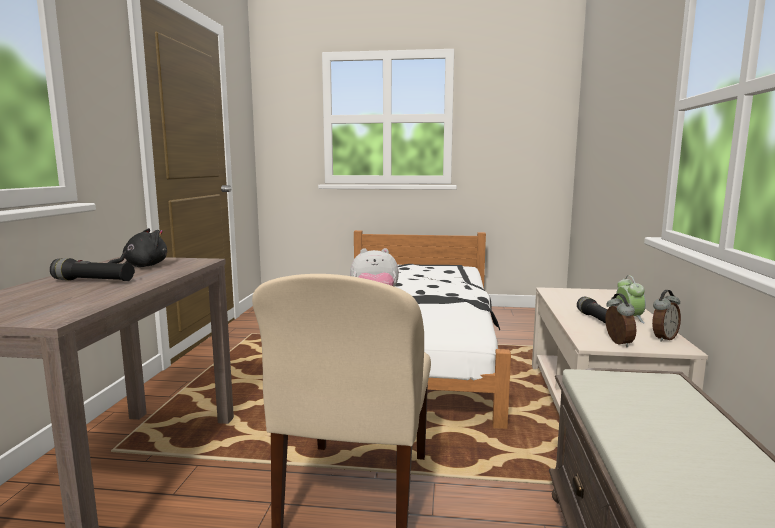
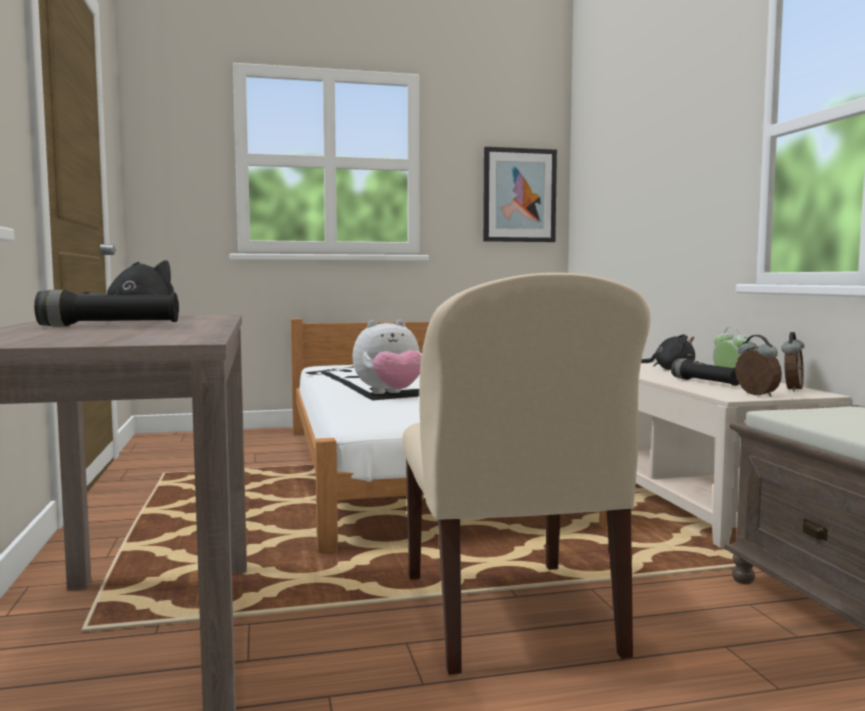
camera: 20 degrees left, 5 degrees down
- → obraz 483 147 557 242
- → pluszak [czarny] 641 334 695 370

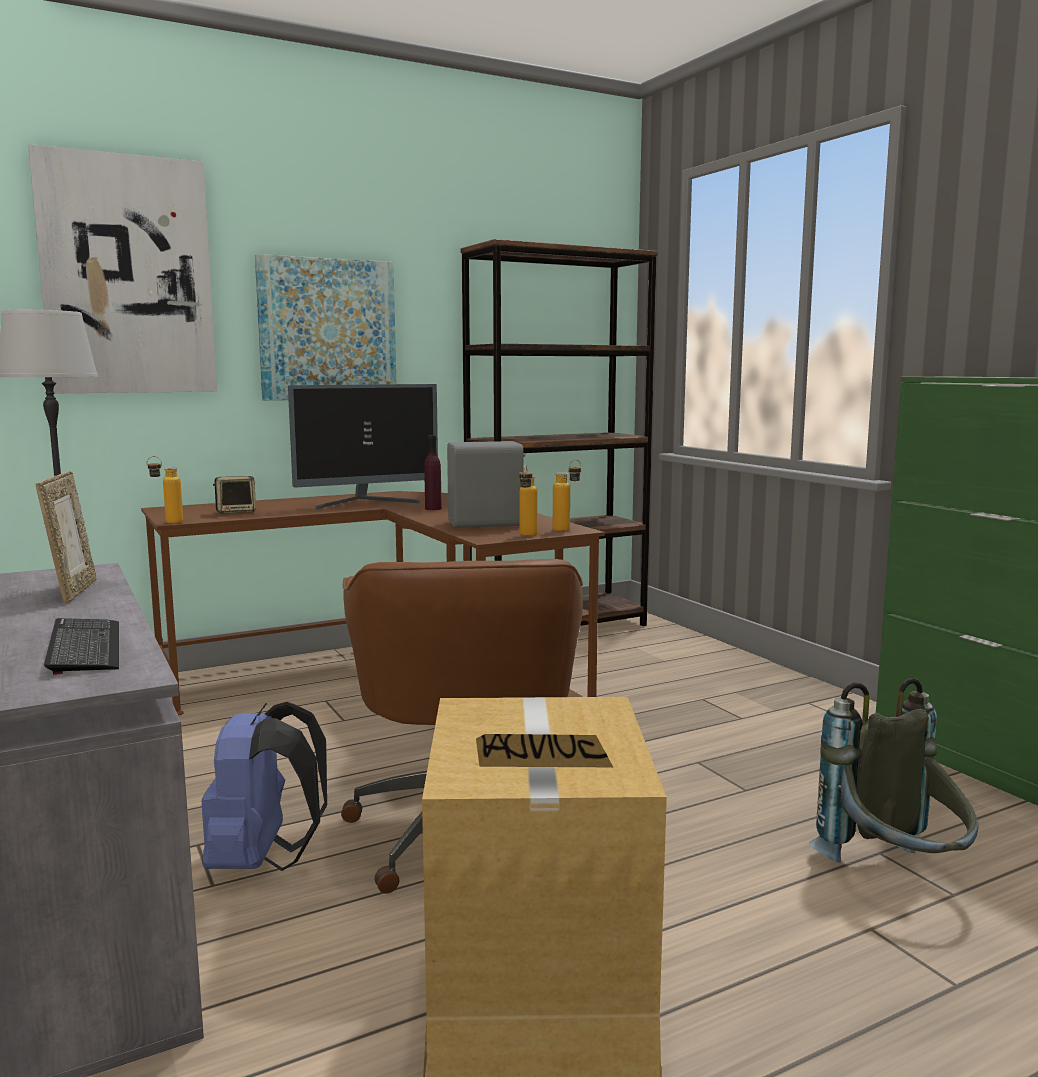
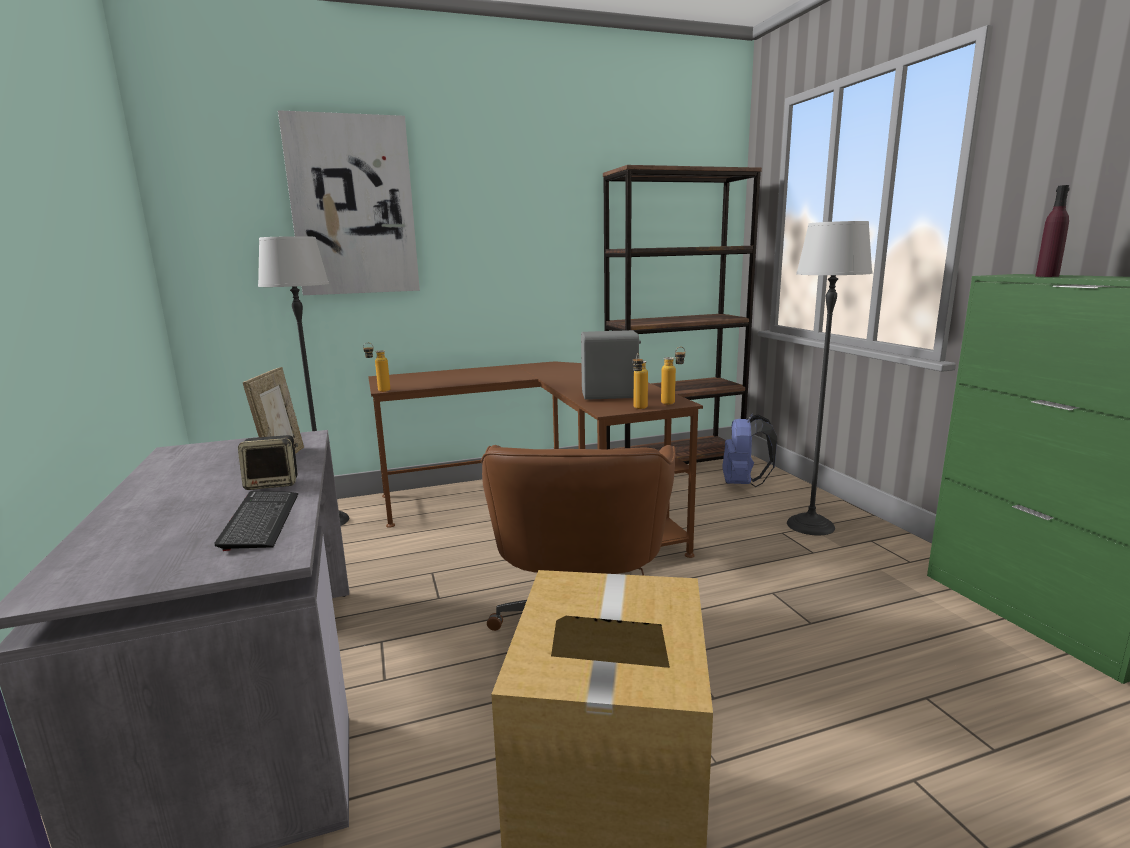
camera: 10 degrees right, 5 degrees up
głośnik 213 476 256 514 → głośnik 238 435 298 490, move
plecak [niebieski] 202 702 327 871 → plecak [niebieski] 722 414 777 487, move
- → lampa stojąca 787 221 872 535
butelka [fioletowy] 424 435 442 510 → butelka [fioletowy] 1035 185 1070 277, move
obraz 255 254 396 401 → -
monitor 288 384 438 509 → -
plecak [szary] 809 678 979 863 → -

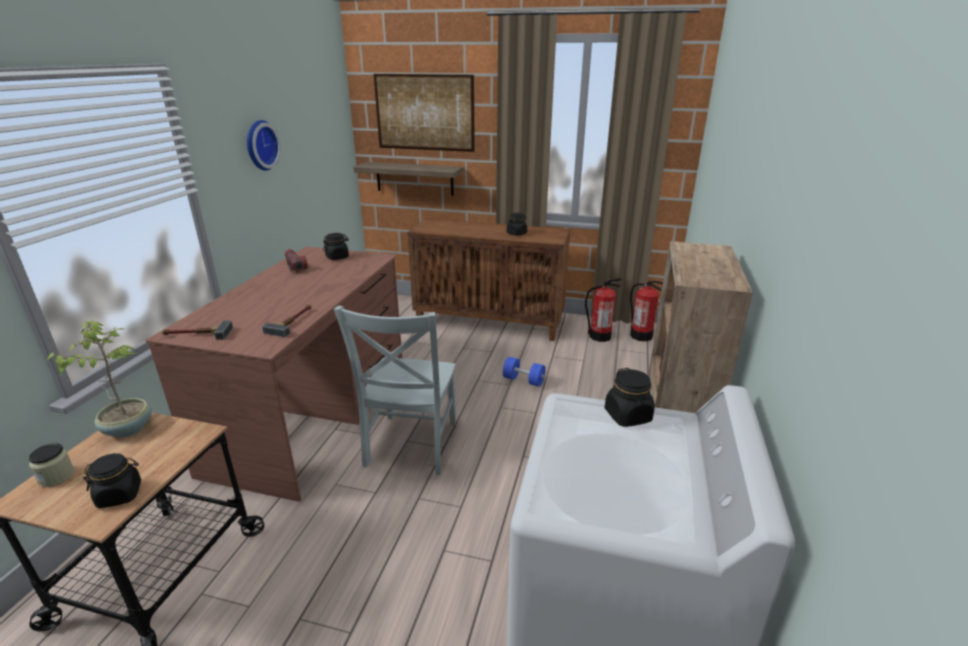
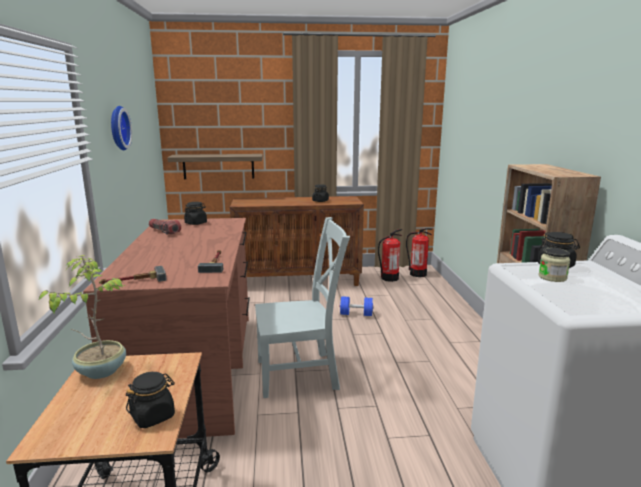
camera: 20 degrees left, 10 degrees down
krzesło [szary] 334 306 456 475 → krzesło [szary] 255 217 350 398, 90 degrees counterclockwise
słoik 28 443 75 487 → słoik 539 248 570 282, move
obraz 374 74 475 152 → -

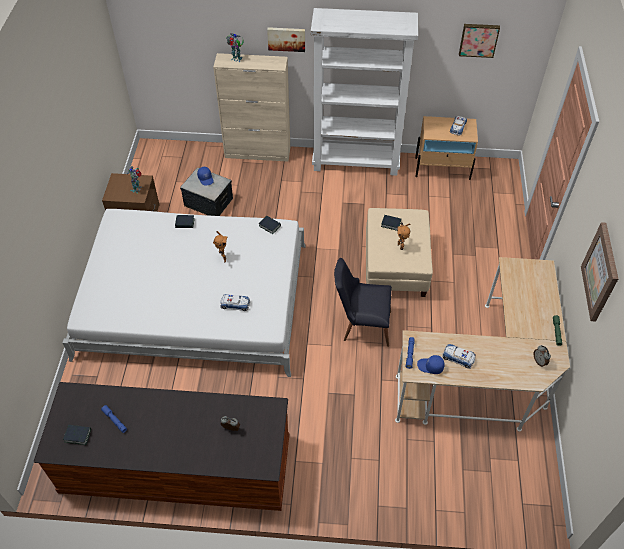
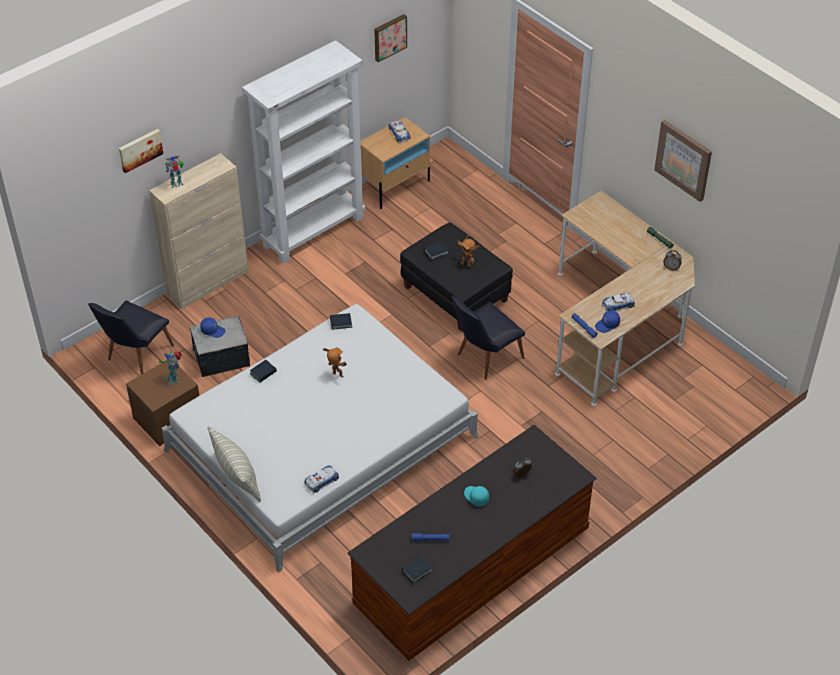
camera: 45 degrees left, 5 degrees down
- → krzesło [czarny] 88 300 174 375
obraz 267 27 305 52 → obraz 119 129 163 173, move
- → poduszka 208 426 261 502
samochodzik 220 294 250 311 → samochodzik 304 465 339 493, move
pufa [beżowy] 366 208 433 297 → pufa [czarny] 400 223 513 331
- → czapka z daszkiem [turkusowy] 464 486 489 507

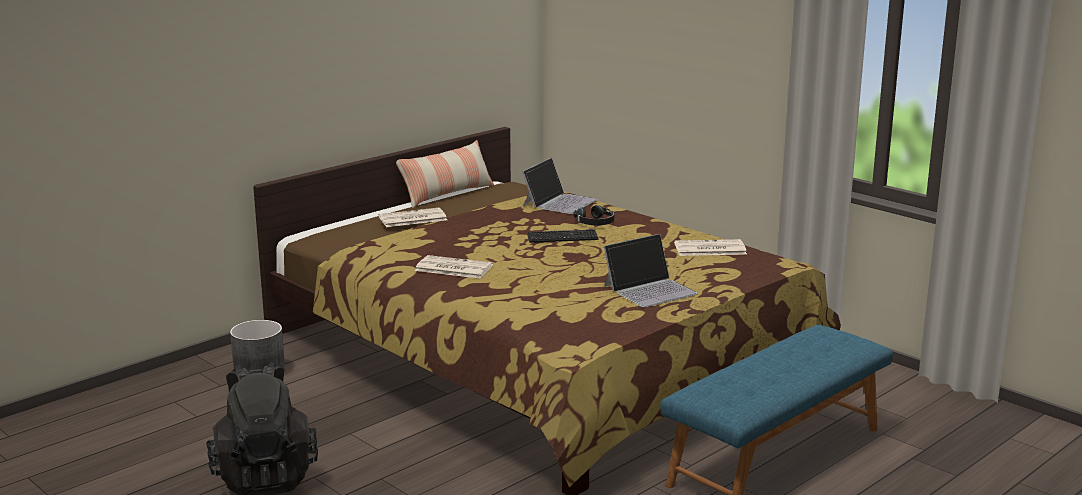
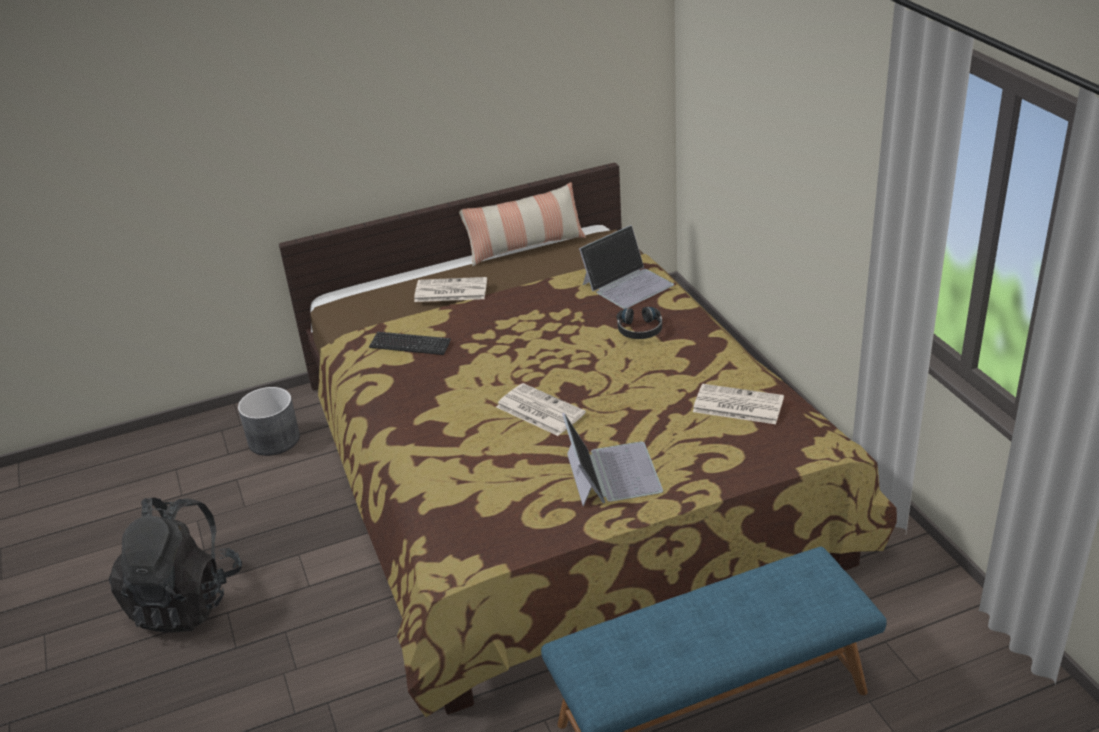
camera: 25 degrees right, 15 degrees up
klawiatura 527 229 599 243 → klawiatura 369 332 451 355, move
gazeta 415 255 493 278 → gazeta 496 383 586 436, move
laptop 604 234 698 308 → laptop 562 413 663 506, 90 degrees counterclockwise

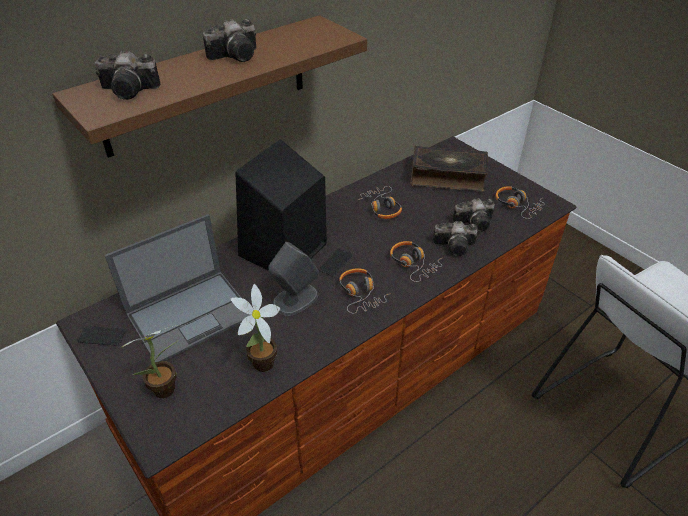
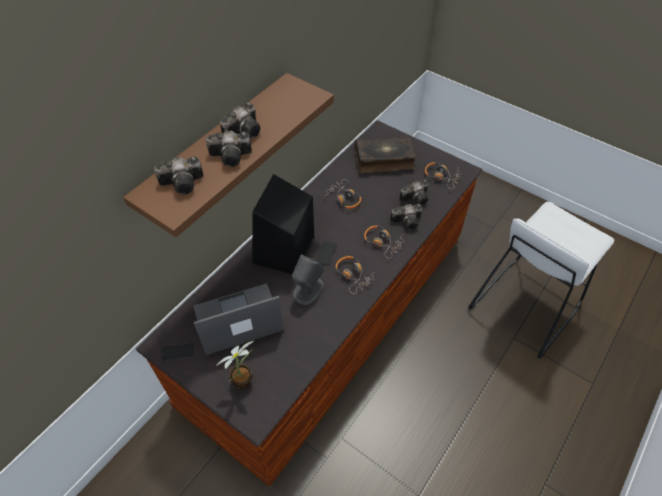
camera: 15 degrees left, 10 degrees up
laptop 105 214 250 362 → laptop 193 283 284 355, 150 degrees counterclockwise
- → aparat fotograficzny 206 131 252 167
roślina doniczkowa 231 284 280 372 → -

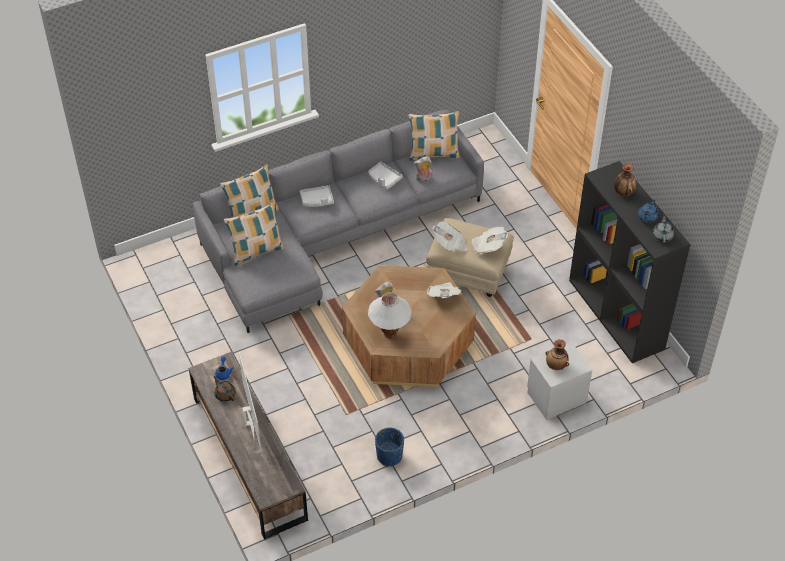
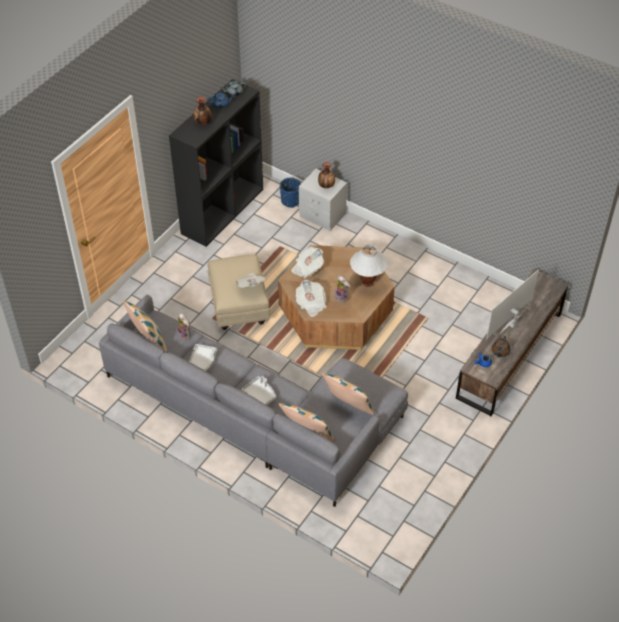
camera: 120 degrees left, 0 degrees up
donica [niebieski] 375 427 404 466 → donica [niebieski] 280 178 301 208, move
gazeta 472 227 508 254 → gazeta 296 280 327 317, move

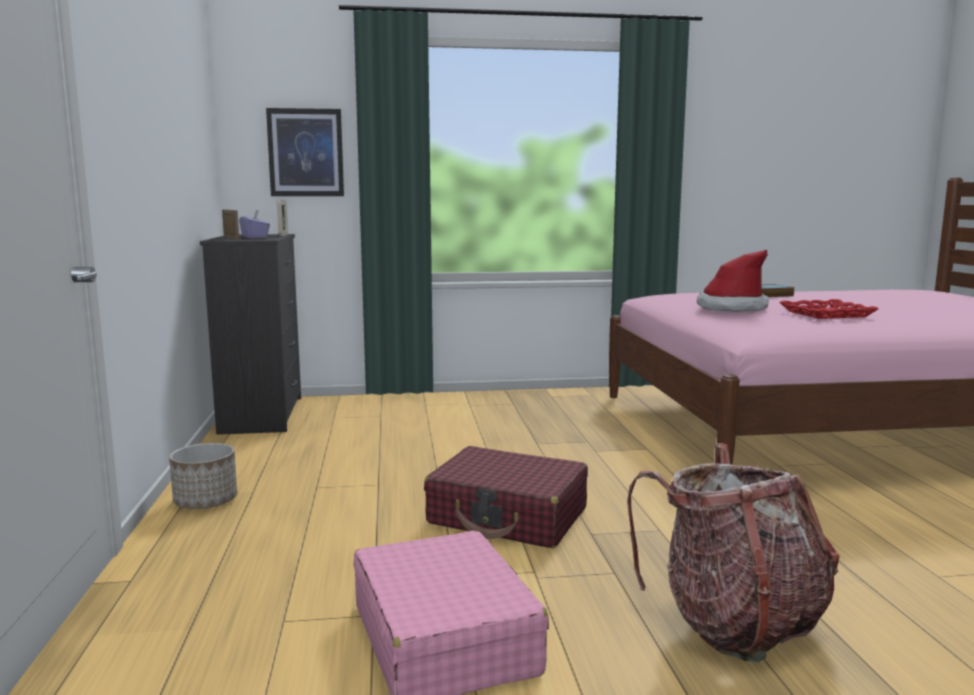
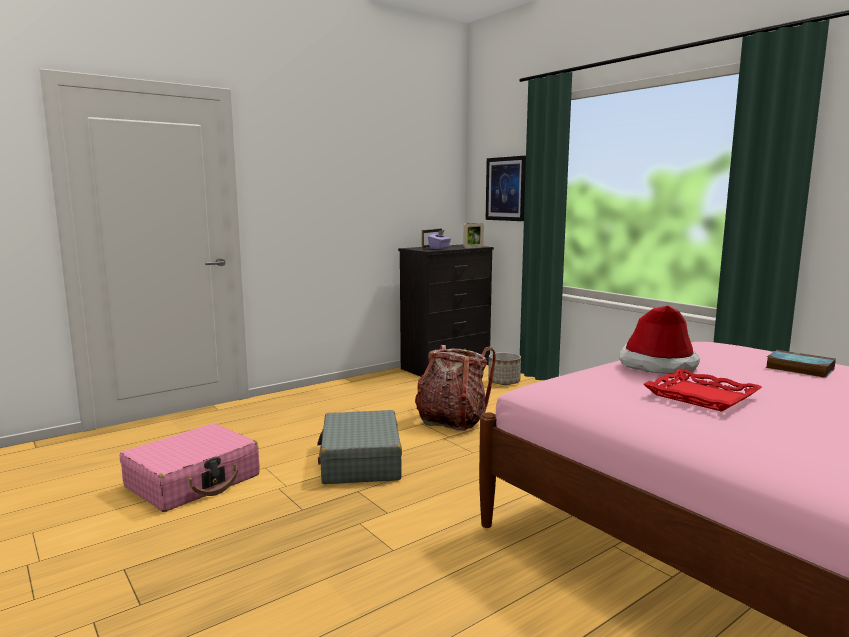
camera: 60 degrees right, 0 degrees up
walizka [czerwony] 424 446 588 548 → walizka [szary] 317 410 402 484
plecak 627 443 840 662 → plecak 415 345 496 431, move
donica 169 443 237 509 → donica 488 352 521 385, move

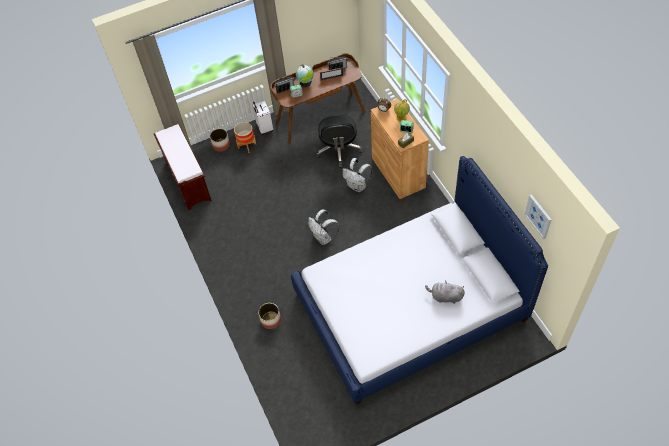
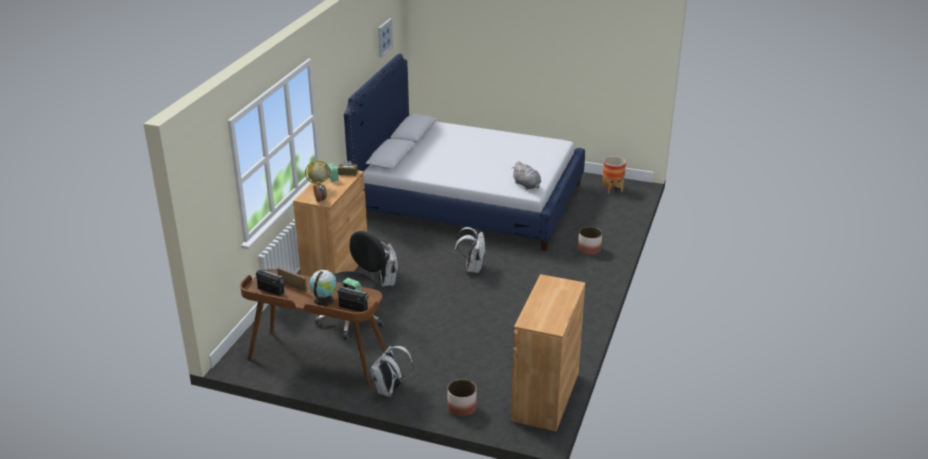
camera: 140 degrees left, 25 degrees down
walizka [biały] 253 101 273 135 → plecak [biały] 370 346 414 397
ławka [brązowy] 154 124 212 210 → szafka [brązowy] 511 274 585 432
pluszak [szary] 425 281 465 304 → pluszak [szary] 513 161 541 189, move
donica 234 122 256 153 → donica 602 156 626 194, move

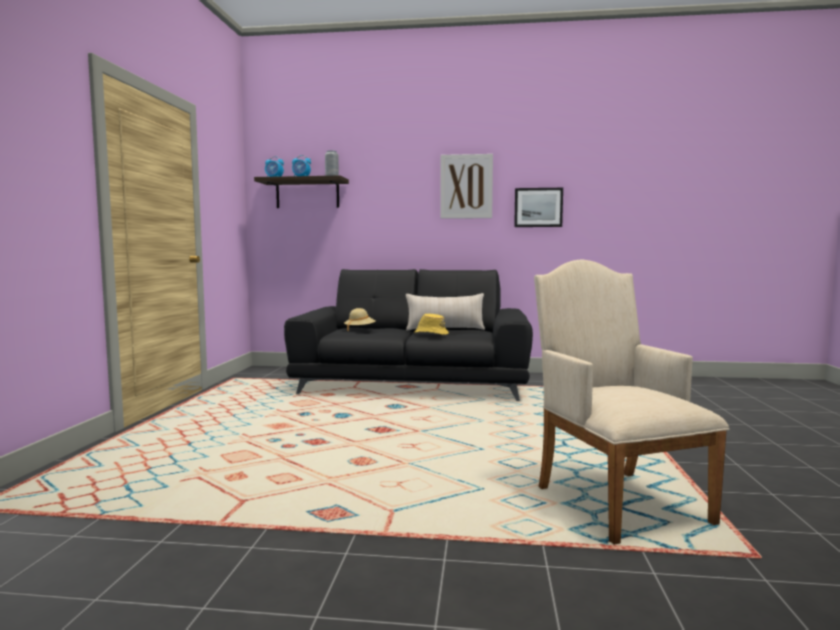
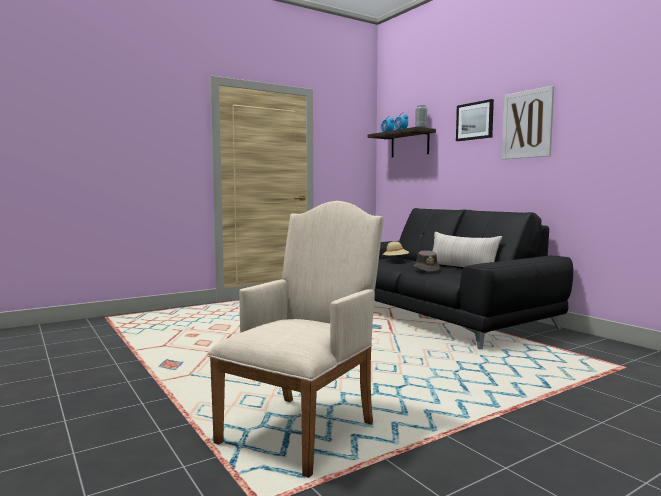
camera: 50 degrees right, 0 degrees up
kapelusz [żółty] 414 314 449 335 → kapelusz [brązowy] 414 250 440 272
obraz 514 188 563 227 → obraz 456 99 494 141, move

